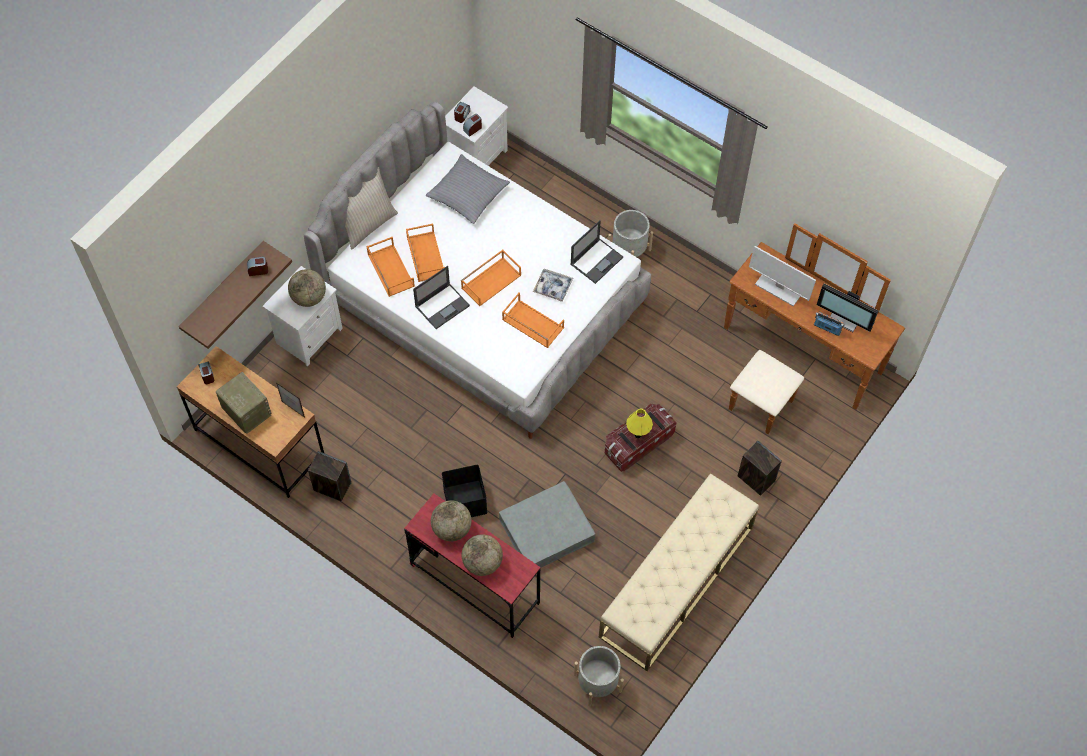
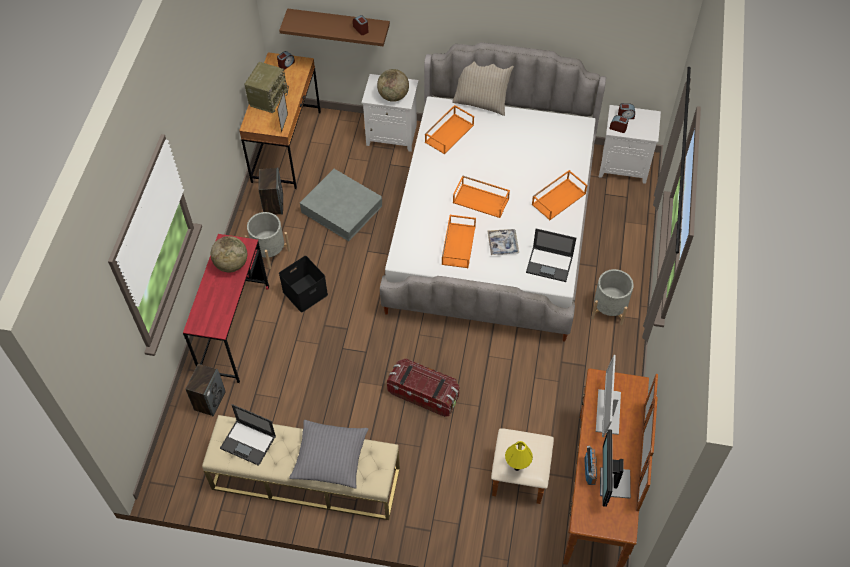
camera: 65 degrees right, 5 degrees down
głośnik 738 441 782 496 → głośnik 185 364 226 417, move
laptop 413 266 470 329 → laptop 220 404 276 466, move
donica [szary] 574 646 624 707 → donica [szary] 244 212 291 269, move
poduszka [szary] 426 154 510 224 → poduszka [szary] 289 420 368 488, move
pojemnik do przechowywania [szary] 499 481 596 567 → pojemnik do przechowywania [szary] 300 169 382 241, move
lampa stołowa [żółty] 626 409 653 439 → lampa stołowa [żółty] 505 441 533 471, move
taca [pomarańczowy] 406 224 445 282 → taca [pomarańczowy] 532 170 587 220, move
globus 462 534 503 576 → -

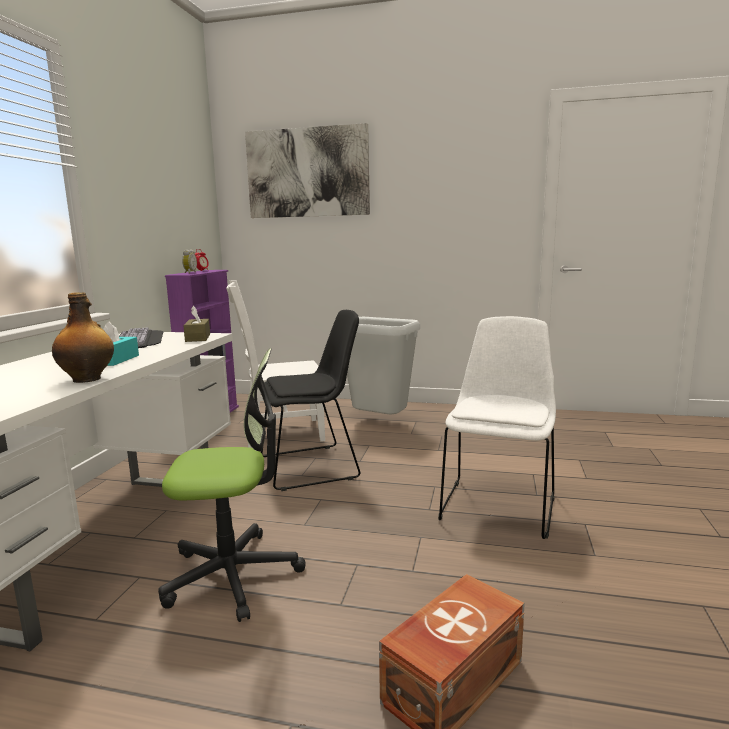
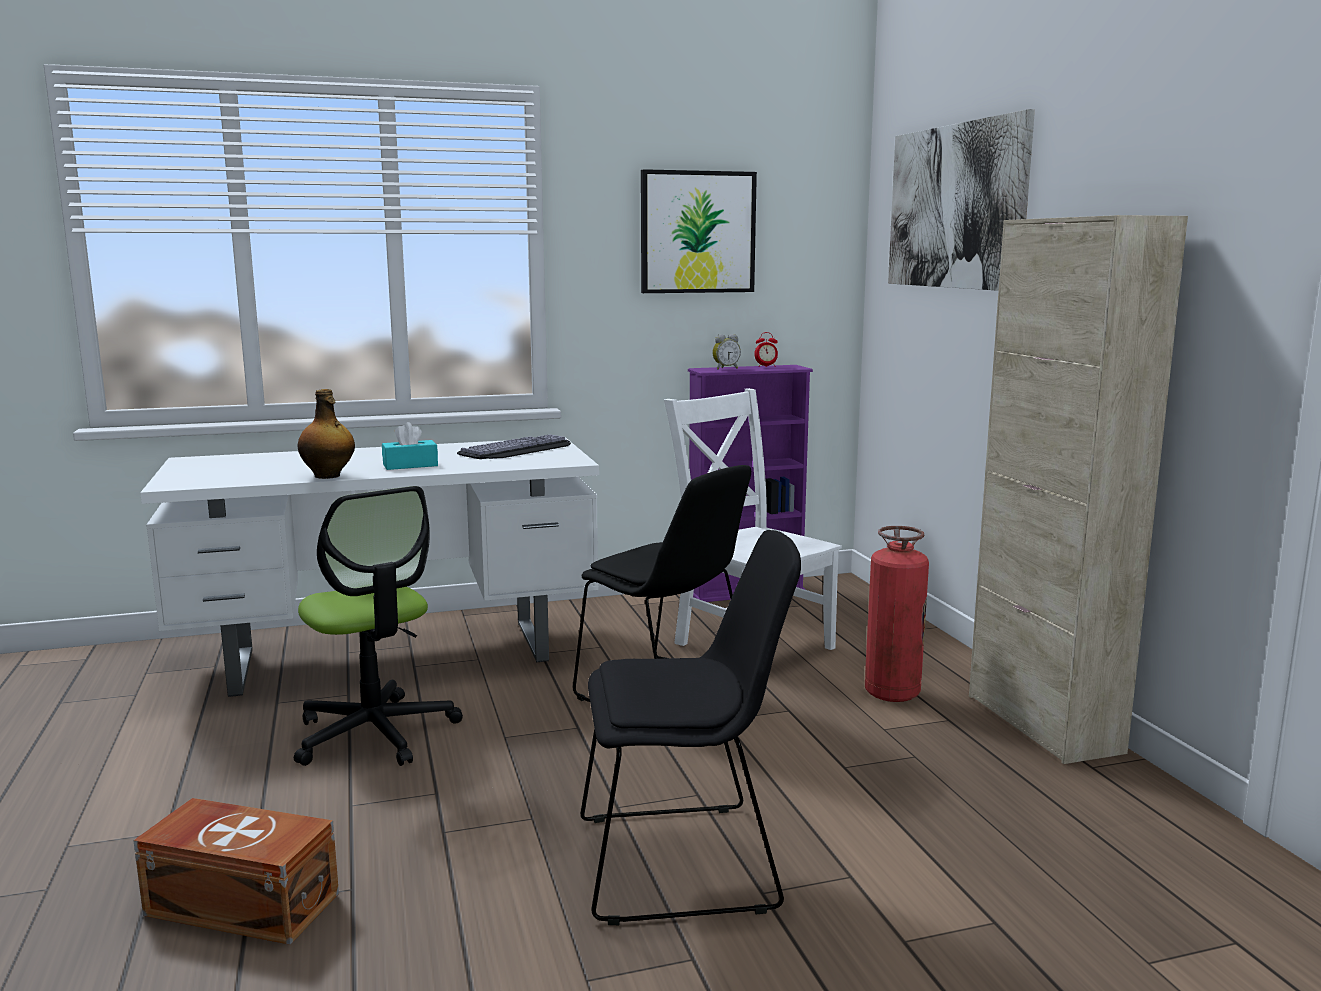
camera: 60 degrees right, 0 degrees up
krzesło [biały] 438 316 556 539 → krzesło [czarny] 580 530 801 925
- → obraz 641 169 757 293
kosz na śmieci [szary] 347 317 420 414 → gaśnica 865 526 929 702
- → szafka [beżowy] 969 215 1188 764
pudełko chusteczek [brązowy] 183 306 210 342 → -

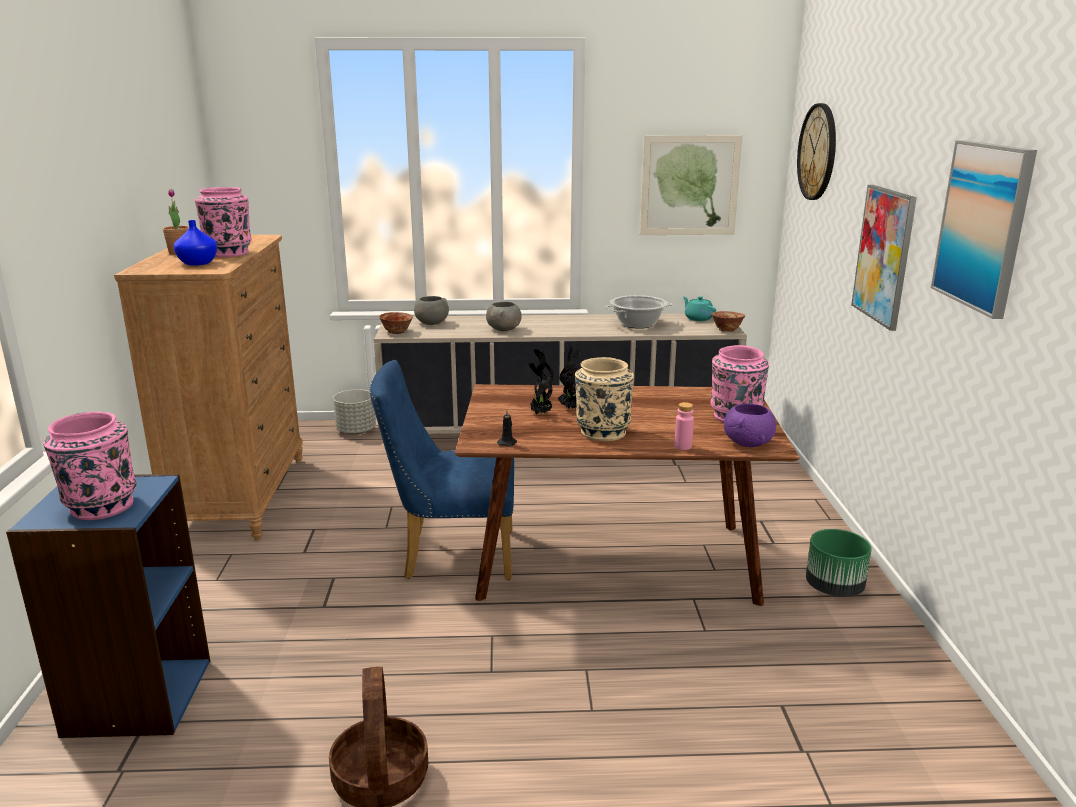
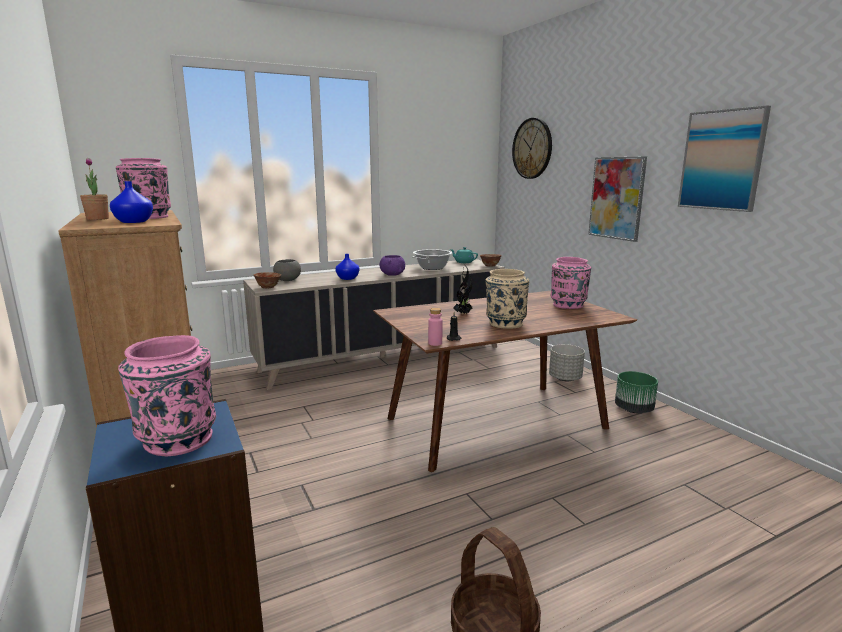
camera: 25 degrees left, 5 degrees down
miska [szary] 486 302 522 331 → wazon [niebieski] 335 254 359 280
miska [fioletowy] 724 404 776 447 → miska [fioletowy] 380 255 405 276, move
butelka [różowy] 674 402 694 450 → butelka [różowy] 428 308 443 346, move
donica [szary] 333 389 376 435 → donica [szary] 549 344 585 381, move
krzesło [niebieski] 370 360 514 580 → -
roślina doniczkowa 528 349 554 414 → -
obraz 640 135 742 235 → -

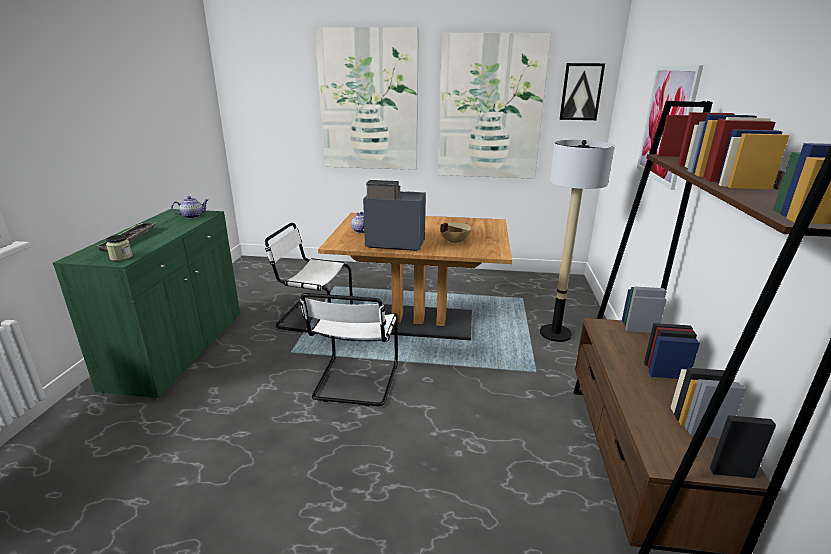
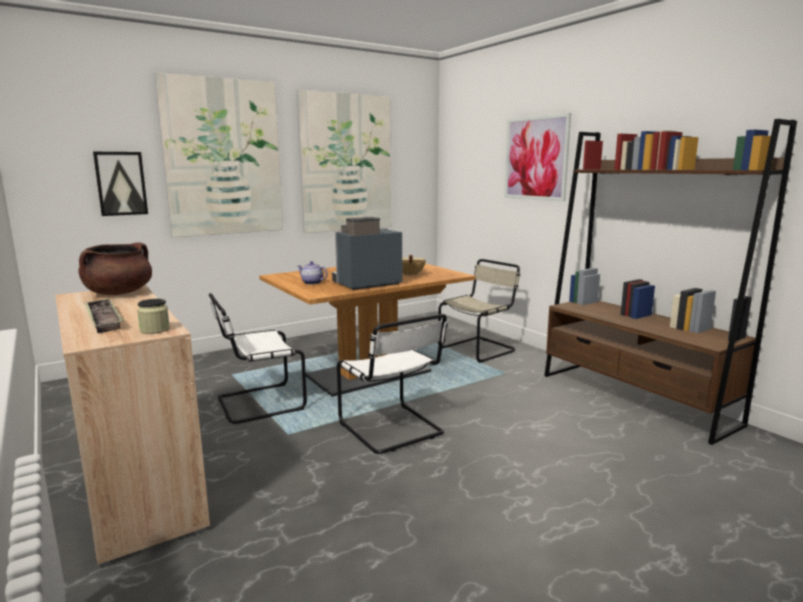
camera: 40 degrees left, 10 degrees down
szafka [zielony] 53 209 240 400 → szafka [beżowy] 55 285 210 568
imbryk 171 196 208 218 → garnek [brązowy] 78 242 152 295
obraz 560 63 605 120 → obraz 93 152 148 216, move
lampa stojąca 540 140 615 342 → krzesło [beżowy] 438 259 520 363

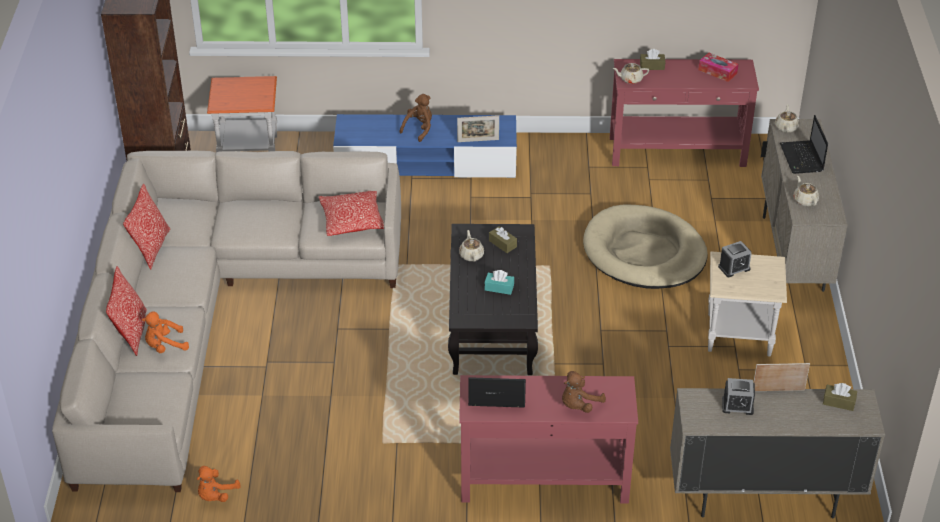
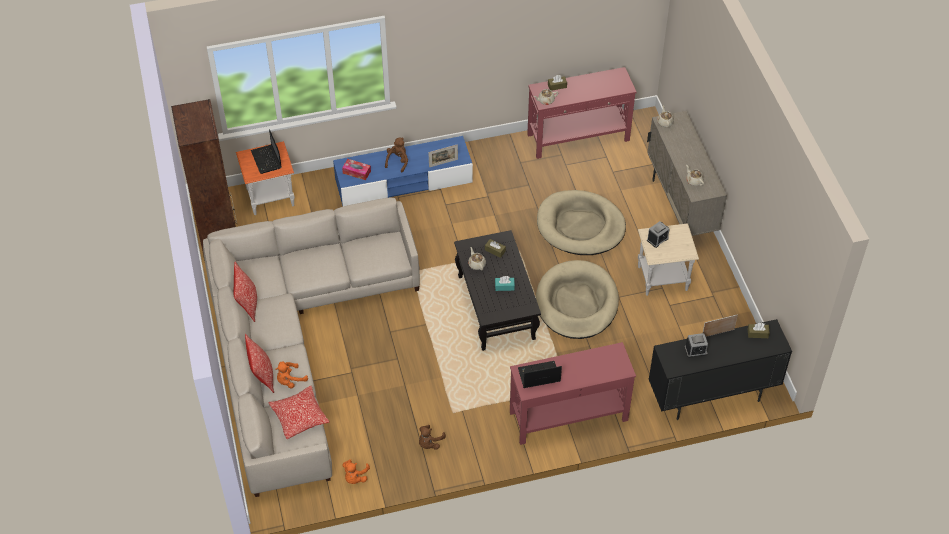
camera: 15 degrees left, 10 degrees up
laptop 780 115 828 174 → laptop 251 129 282 174, move
poduszka 319 191 384 236 → poduszka 268 386 330 439, move
pudełko chusteczek 698 52 738 82 → pudełko chusteczek 342 159 371 180, move
pluszak [brązowy] 562 371 606 413 → pluszak [brązowy] 419 425 446 450, move
- → legowisko [beżowy] 536 260 619 339
szafka [beżowy] 670 388 885 518 → szafka [czarny] 649 319 792 420

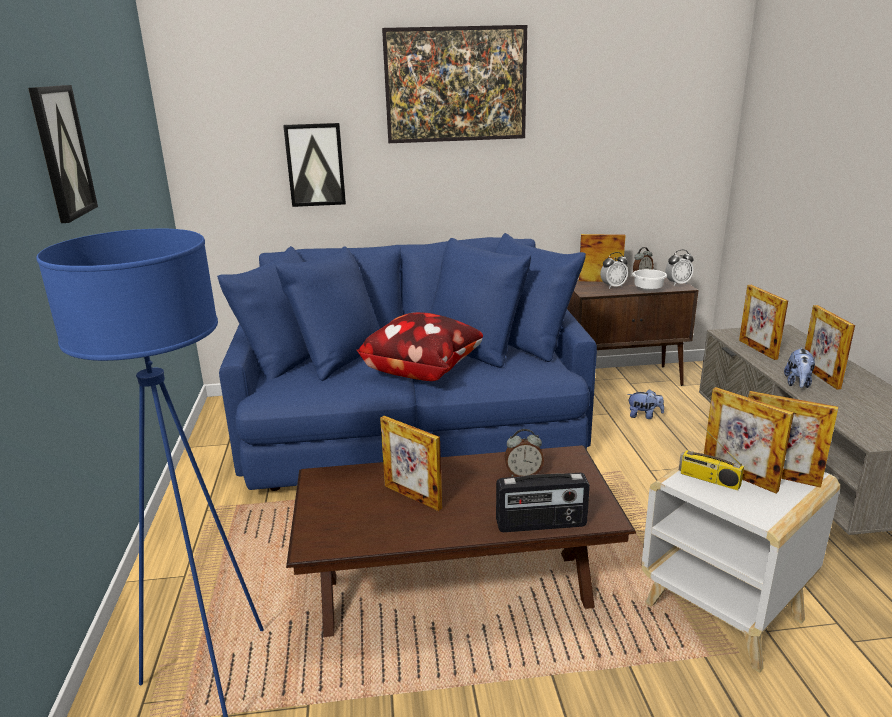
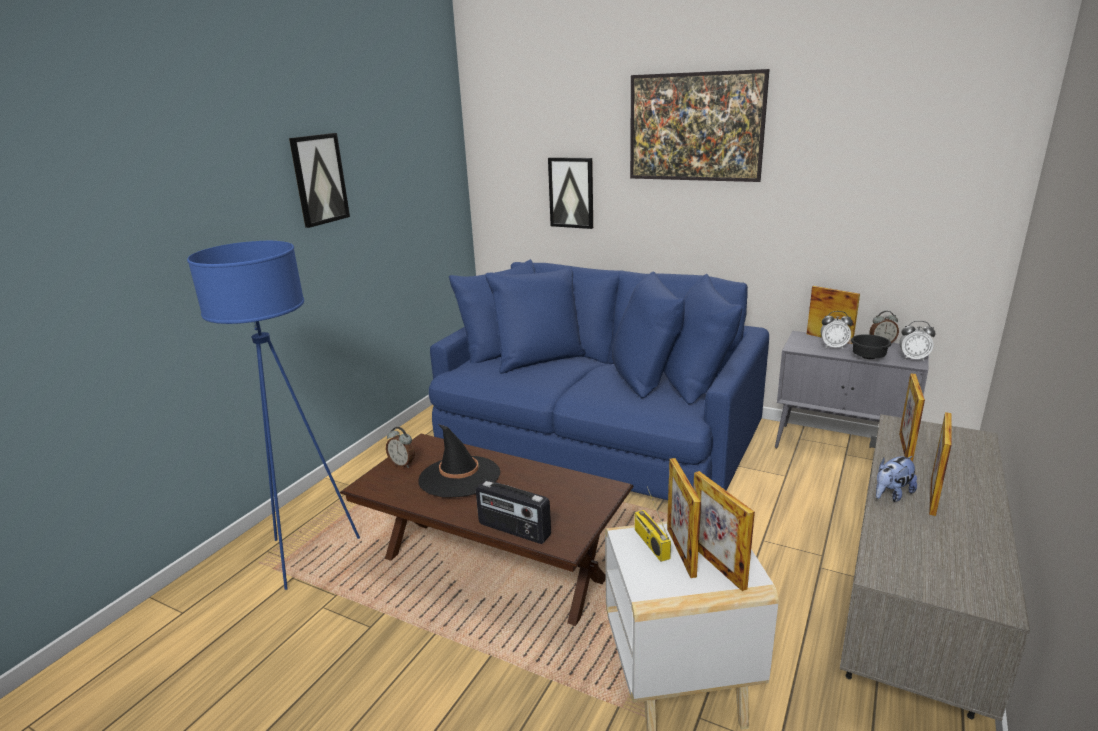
camera: 35 degrees right, 0 degrees up
budzik 504 429 544 477 → budzik 386 427 415 468, move
ramka na zdjęcie 380 416 442 511 → kapelusz [czarny] 418 424 500 497
szafka [brązowy] 567 276 699 386 → szafka [szary] 775 331 929 448
miska [biały] 632 269 667 291 → miska [czarny] 851 334 891 359
poduszka 357 312 483 381 → -
pluszak 627 389 664 419 → -

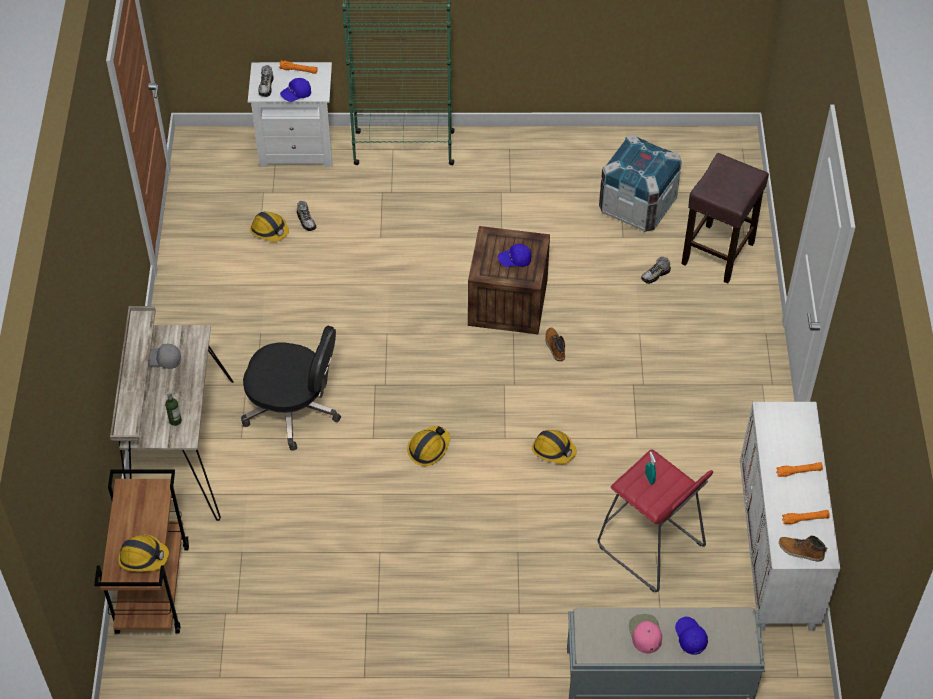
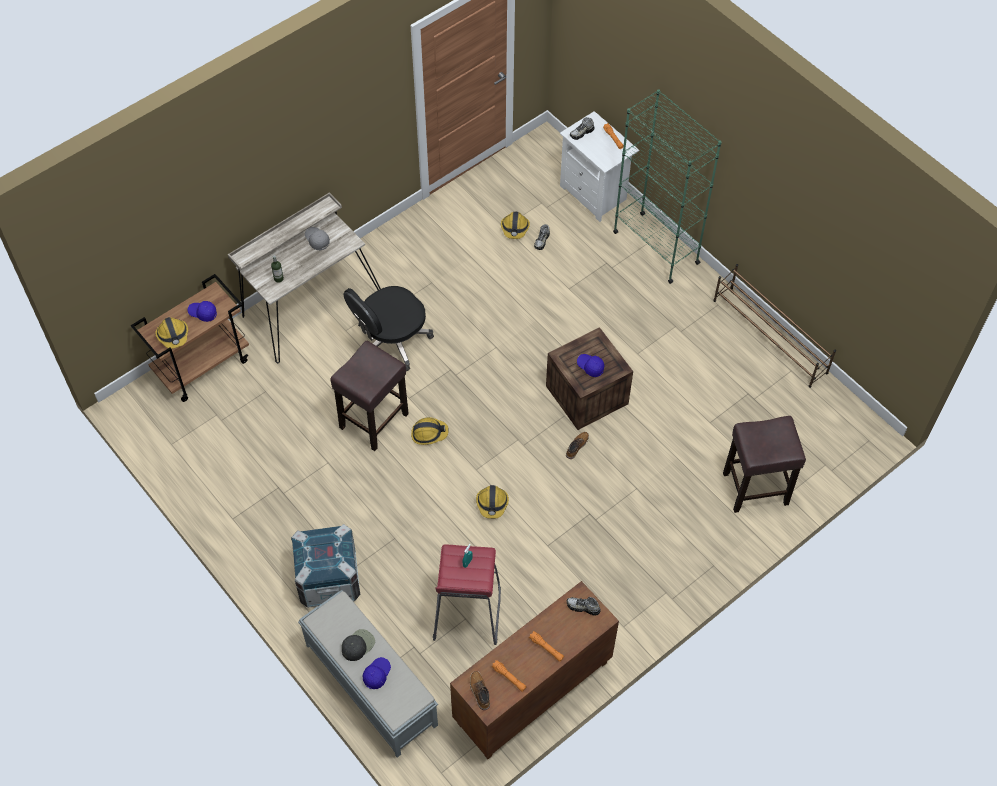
camera: 50 degrees right, 5 degrees up
czapka z daszkiem [niebieski] 280 78 311 102 → czapka z daszkiem [niebieski] 188 301 217 322, move
skrzynka 599 135 682 232 → skrzynka 291 524 361 608, move
- → stołek [brązowy] 330 341 409 451
czapka z daszkiem [różowy] 629 614 662 653 → czapka z daszkiem [czarny] 342 629 375 661
krzesło biurowe [czarny] 241 326 341 451 → krzesło biurowe [czarny] 344 286 434 371, 75 degrees clockwise
szafka [biały] 740 402 840 631 → szafka [brązowy] 450 581 619 759
but 641 257 671 284 → but 566 597 601 616, move
- → regał na buty [brązowy] 713 264 836 388

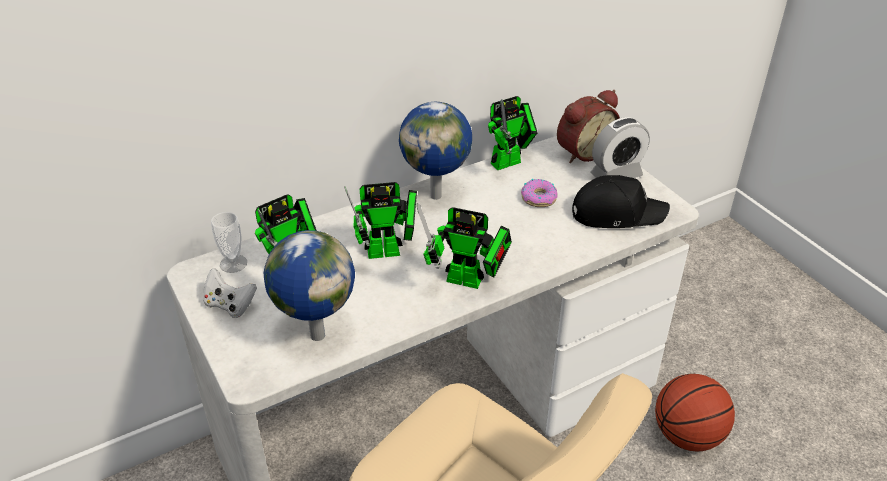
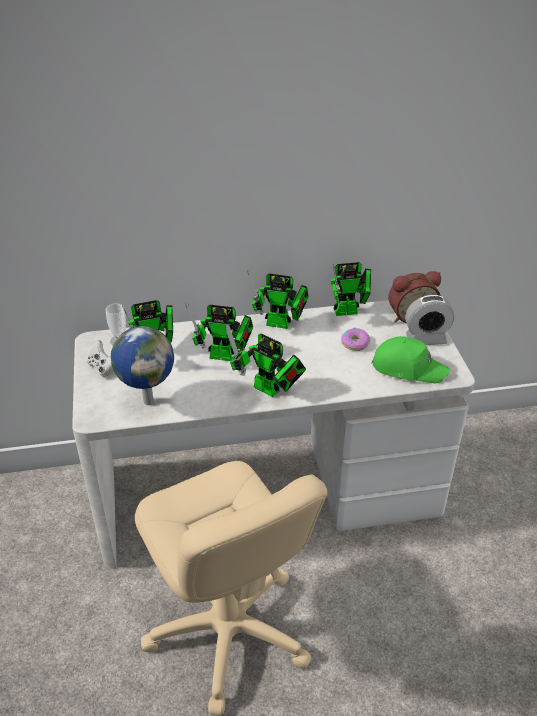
camera: 20 degrees right, 0 degrees up
globus 399 102 472 200 → robot zabawkowy 247 269 308 329
czapka z daszkiem [czarny] 572 175 670 228 → czapka z daszkiem [zielony] 372 336 450 383
piłka do koszykówki 655 374 735 451 → -

